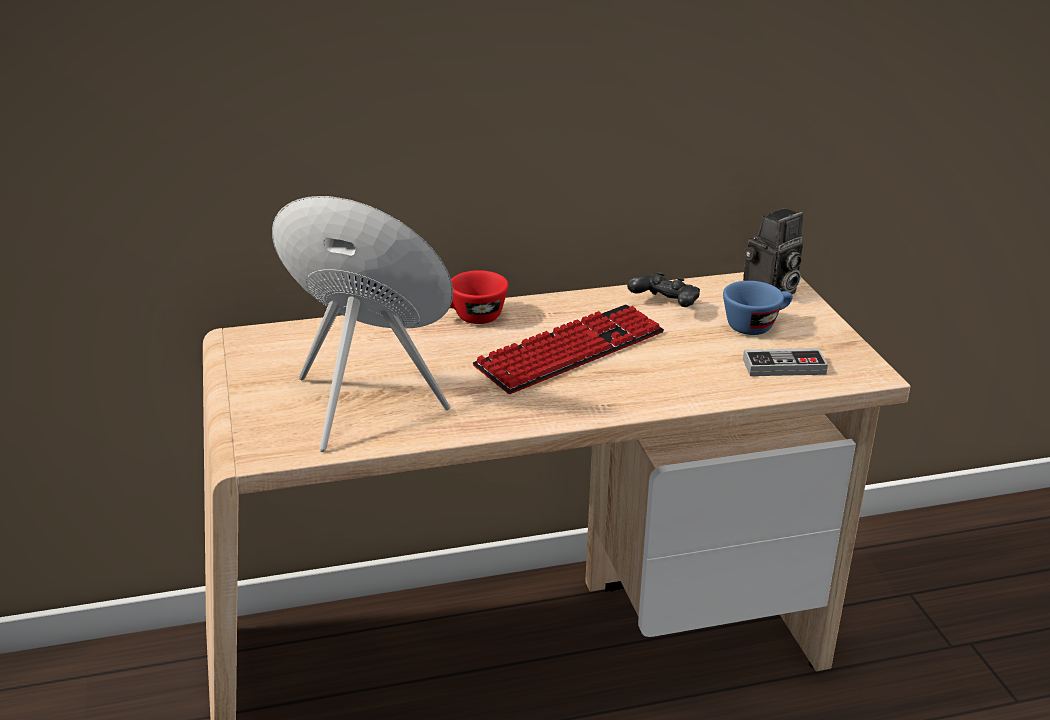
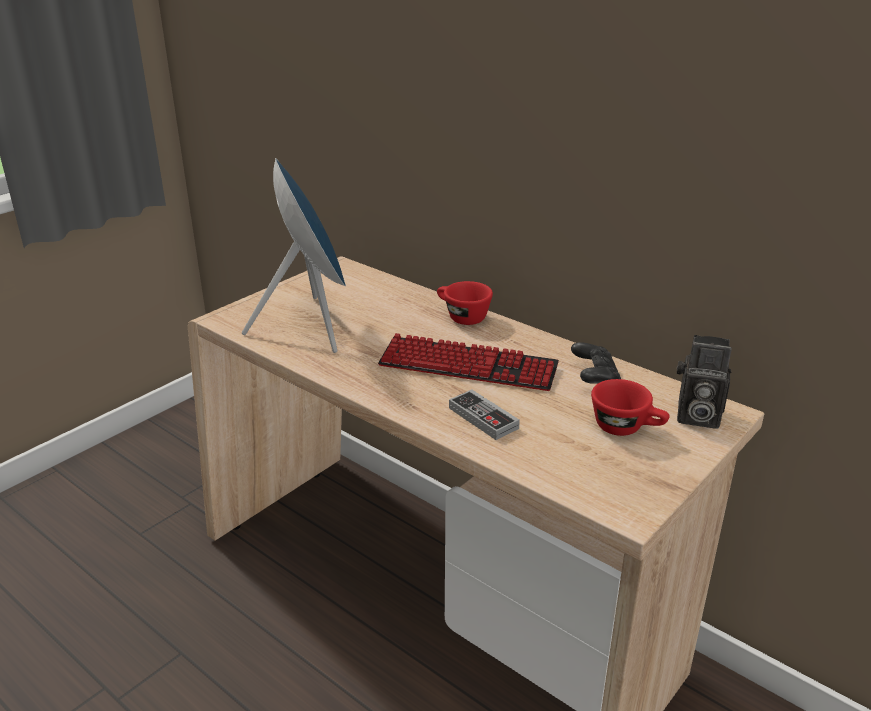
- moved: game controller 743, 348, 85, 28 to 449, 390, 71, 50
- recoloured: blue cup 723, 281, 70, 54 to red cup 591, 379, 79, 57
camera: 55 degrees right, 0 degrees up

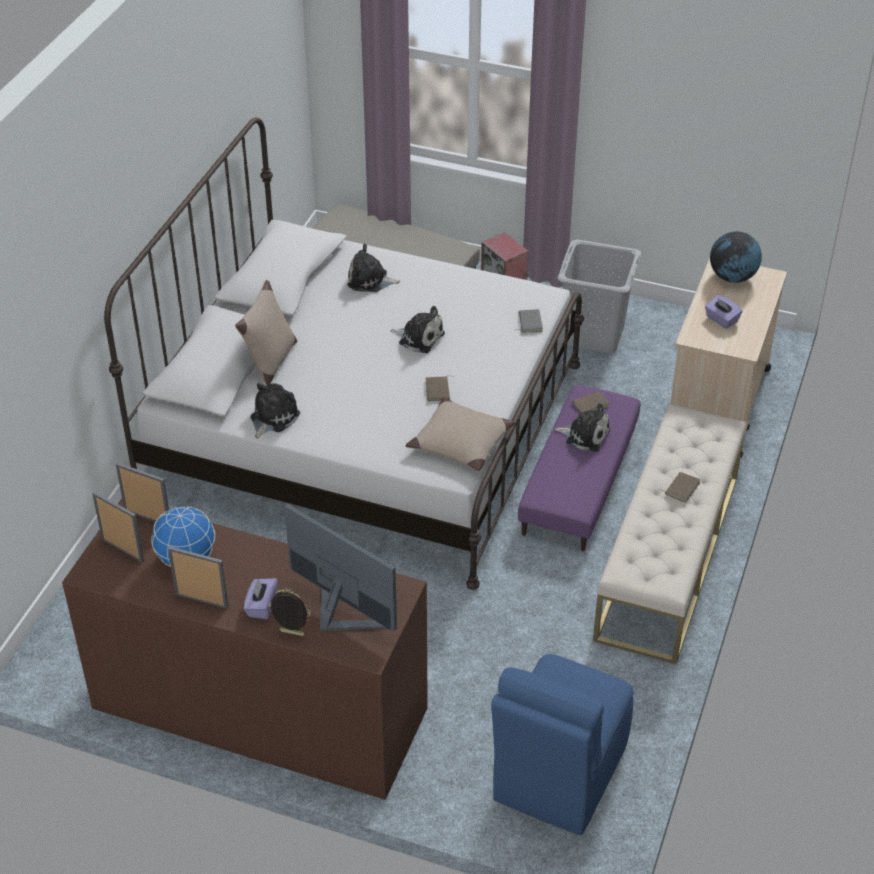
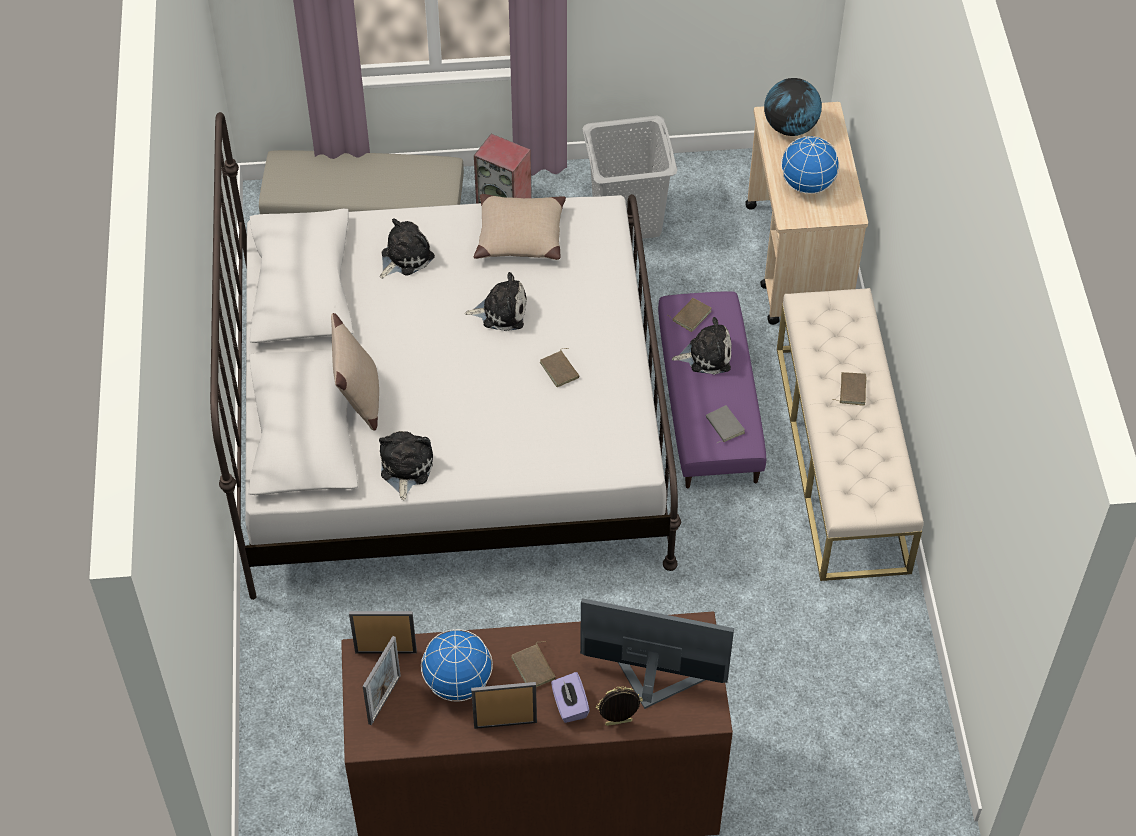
- turned: picture frame 92, 491, 52, 72 = 363, 636, 38, 89 105 degrees clockwise
- turned: plush toy 347, 244, 53, 48 = 380, 218, 55, 61 150 degrees clockwise
- moved: beige pillow 405, 397, 110, 74 to 474, 194, 92, 66
- added: brown book 511, 641, 45, 46
- moved: grey book 517, 309, 26, 24 to 706, 405, 39, 38
- replaced: purple tissue box 705, 295, 37, 34 to globe 781, 136, 59, 58
- removed: blue chair 491, 654, 143, 182
camera: 25 degrees left, 10 degrees up

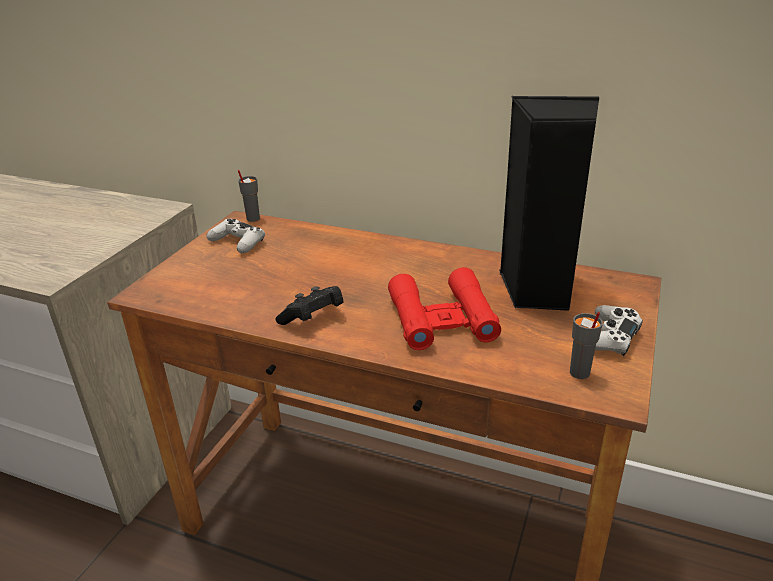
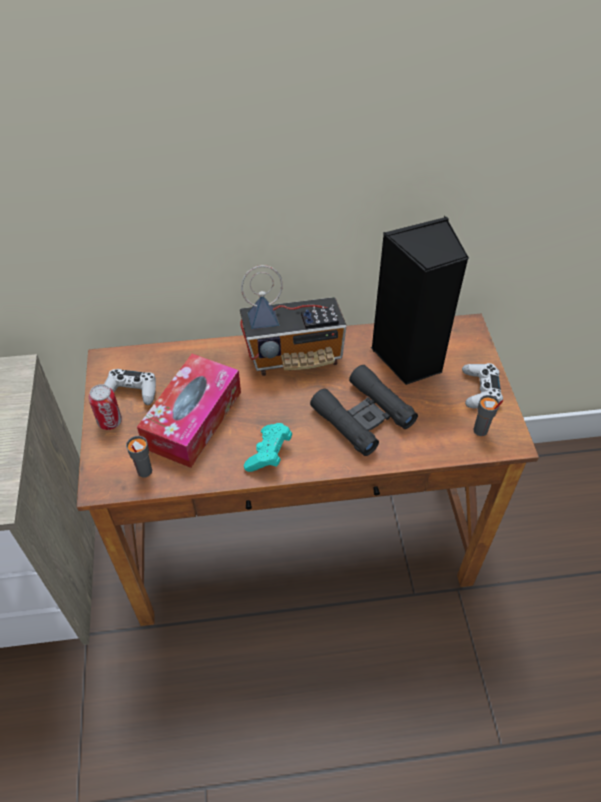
- added: can 88, 384, 34, 46
- moved: grey cup 238, 170, 22, 52 to 126, 436, 26, 42
- added: tissue box 137, 354, 104, 114
- added: radio 240, 265, 107, 111
- recoloured: black game controller 275, 286, 69, 39 to turquoise game controller 244, 423, 48, 49
- recoloured: red binoculars 388, 267, 113, 83 to black binoculars 310, 365, 108, 91
camera: 30 degrees left, 20 degrees up

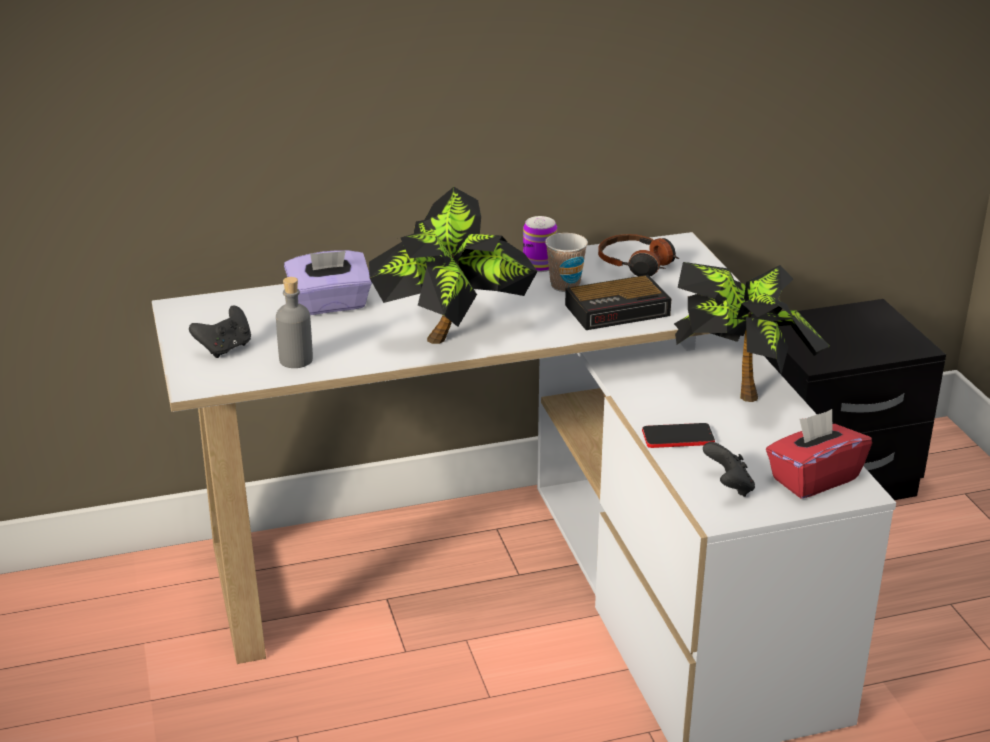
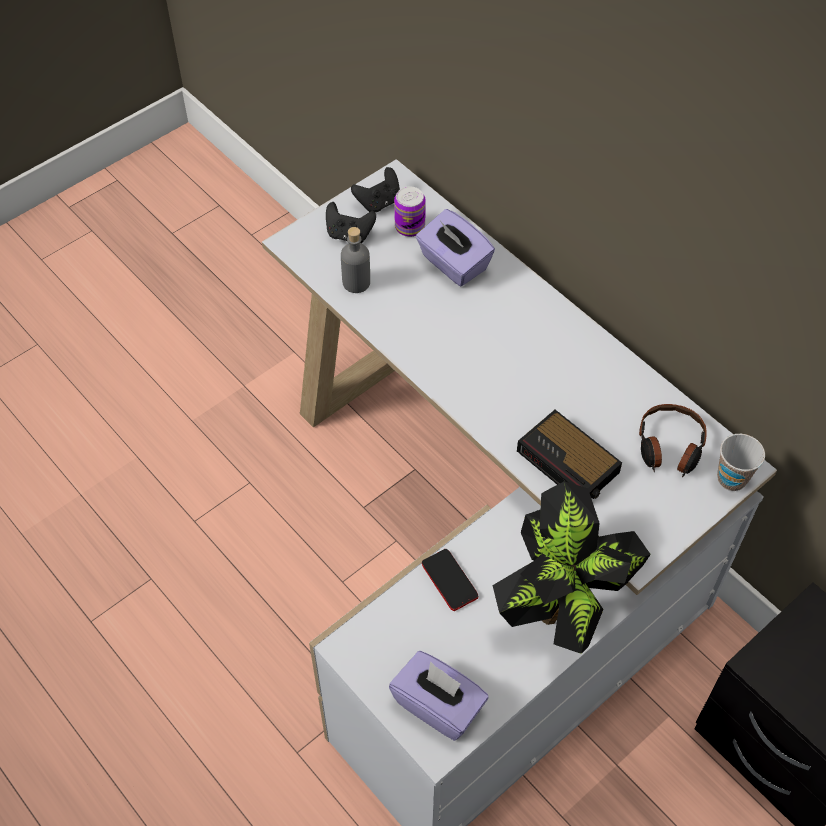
- moved: black game controller 703, 442, 52, 55 to 351, 167, 49, 45
- recoloured: red tissue box 766, 409, 106, 90 to purple tissue box 389, 651, 99, 90
- moved: can 523, 216, 34, 56 to 394, 186, 32, 51
- moved: cup 545, 233, 43, 59 to 717, 434, 48, 57
- removed: potted plant 369, 187, 169, 157
camera: 65 degrees right, 25 degrees up

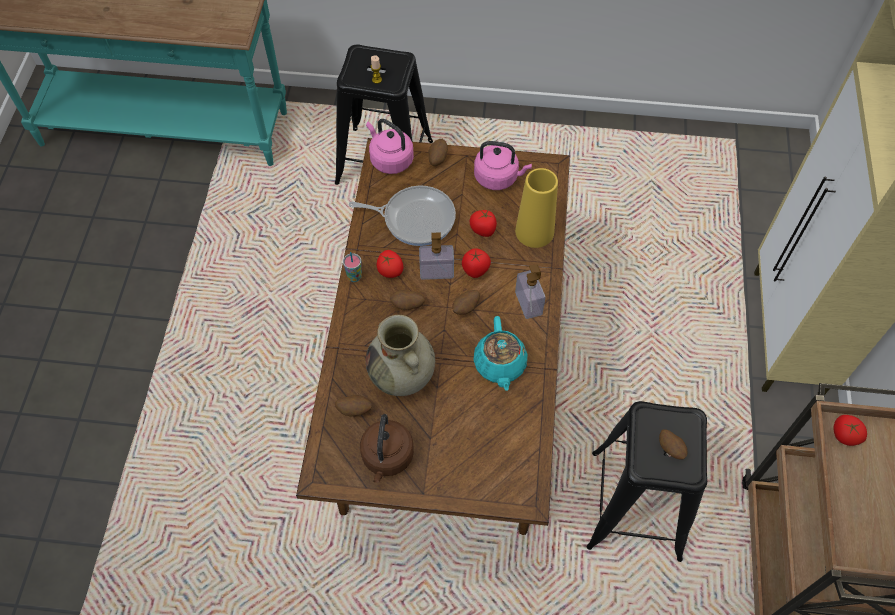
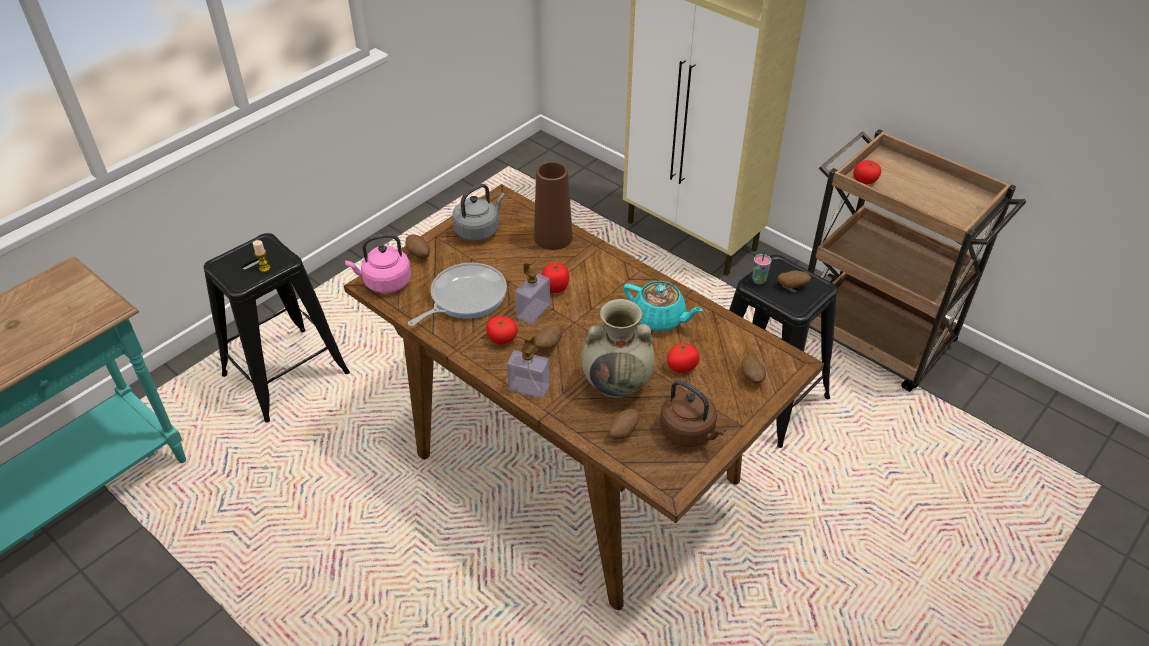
- recoloured: pink kettle 474, 141, 58, 49 to grey kettle 452, 184, 53, 57
- moved: soap dispenser 515, 265, 30, 54 to 507, 334, 43, 64
- recoloured: yellow vase 515, 168, 43, 80 to brown vase 534, 162, 39, 88
- moved: tomato 470, 209, 27, 28 to 667, 342, 32, 31
- moved: potato 452, 290, 28, 25 to 741, 354, 25, 30
- moved: cup 343, 252, 19, 30 to 752, 248, 20, 36
camera: 55 degrees left, 15 degrees down

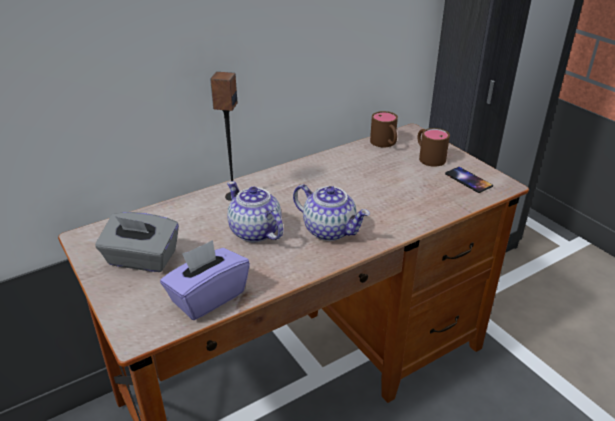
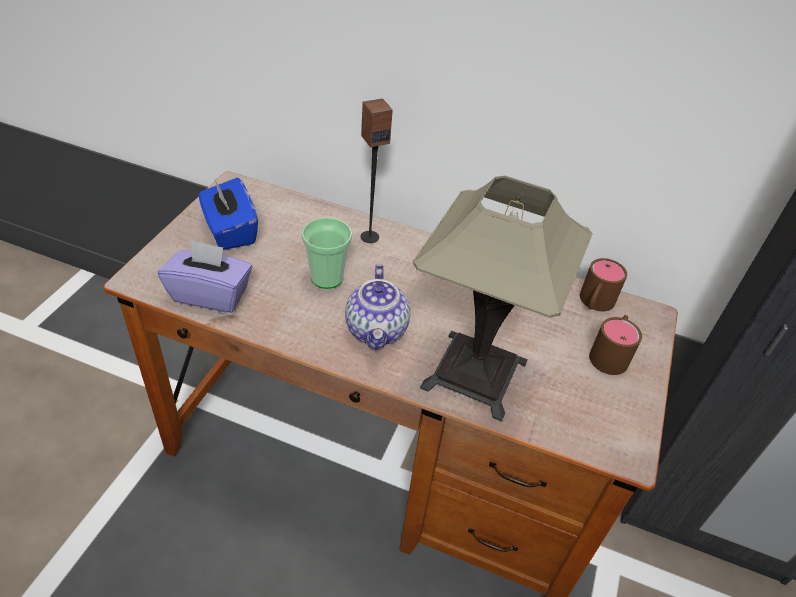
- recoloured: grey tissue box 95, 212, 84, 60 to blue tissue box 199, 178, 59, 72
- replaced: teapot 227, 181, 56, 61 to cup 302, 217, 50, 72
- added: table lamp 413, 175, 180, 247
- removed: phone 445, 167, 48, 26
camera: 50 degrees right, 10 degrees up

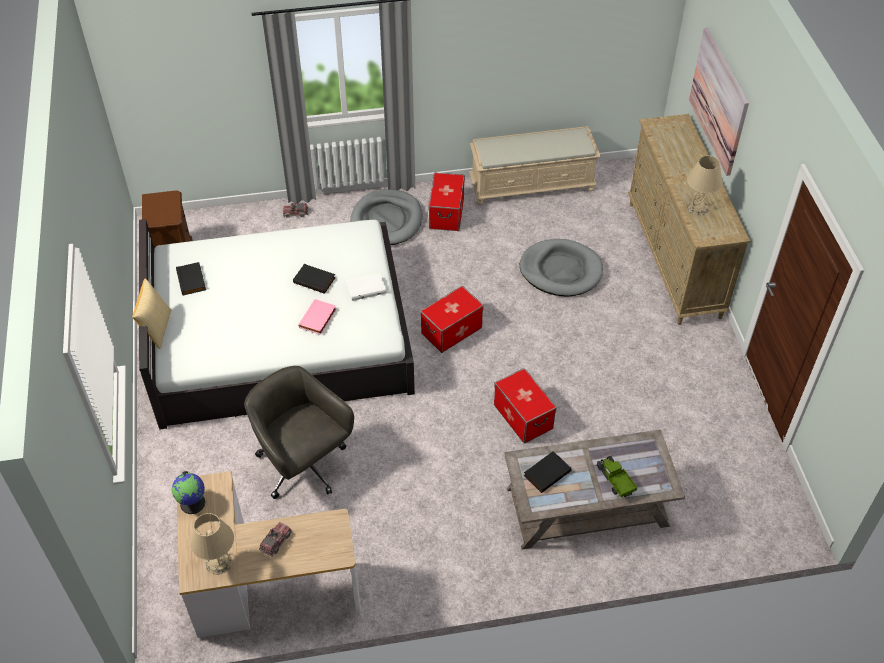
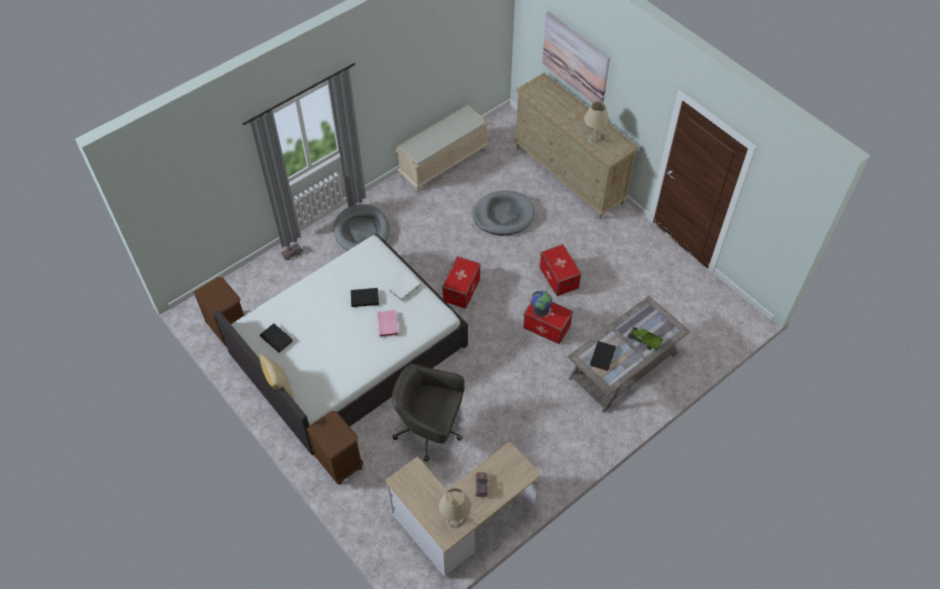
- added: brown nightstand 306, 411, 57, 74
- moved: globe 171, 471, 34, 43 to 532, 291, 20, 26
- moved: storage box 428, 173, 37, 58 to 540, 244, 42, 52
camera: 30 degrees left, 5 degrees up

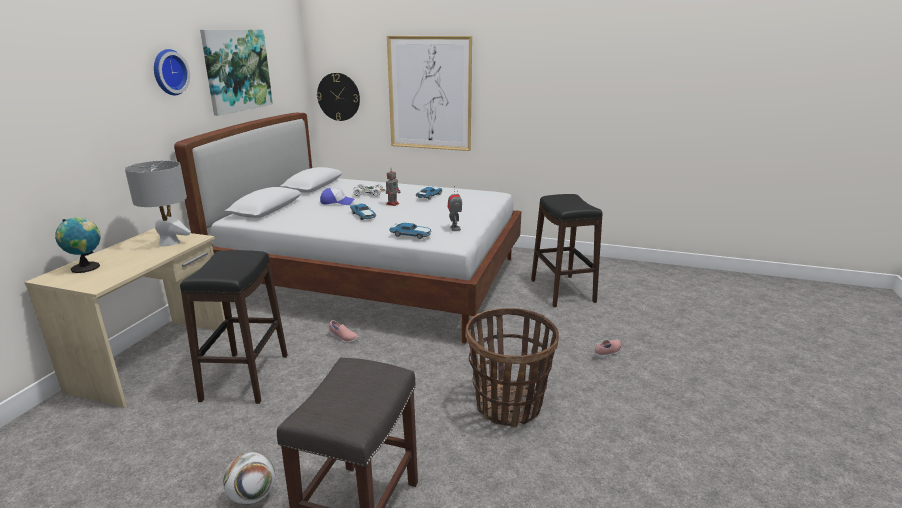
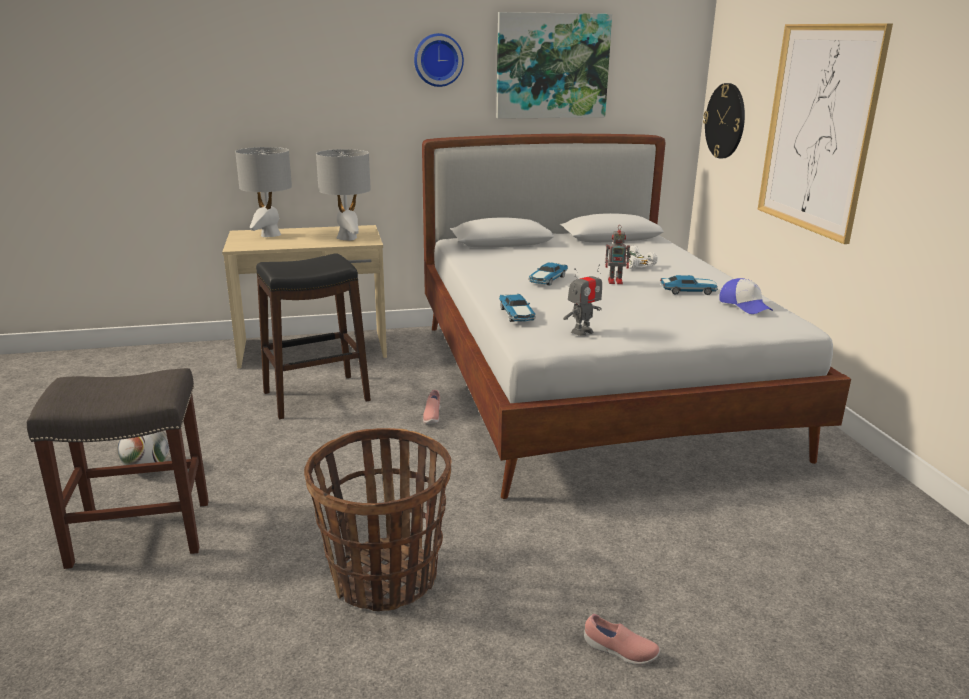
- replaced: globe 55, 217, 46, 56 to grey table lamp 235, 147, 57, 90
- moved: cap 320, 188, 35, 17 to 719, 278, 54, 36
- removed: black stool 531, 194, 72, 113
camera: 60 degrees right, 0 degrees up

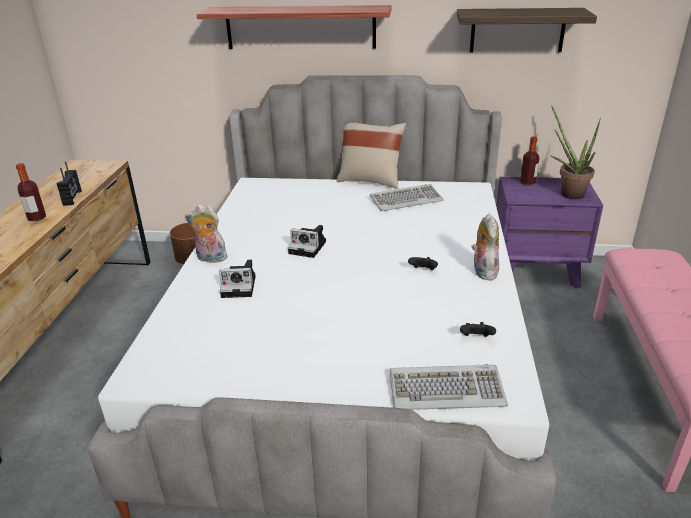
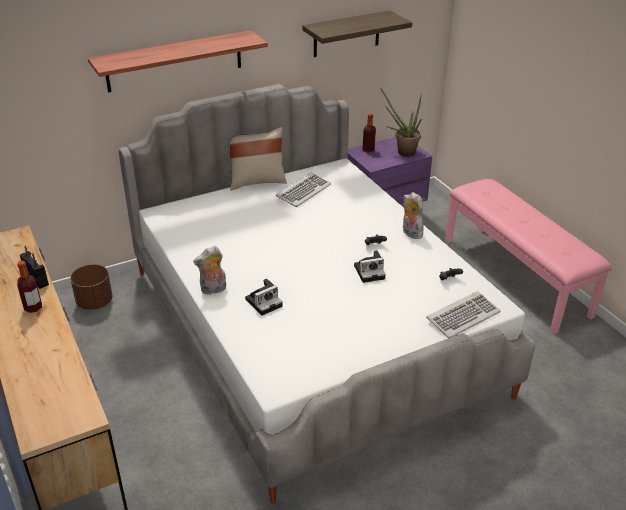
- moved: photo camera 288, 225, 38, 33 to 354, 250, 32, 33
camera: 35 degrees left, 5 degrees up

